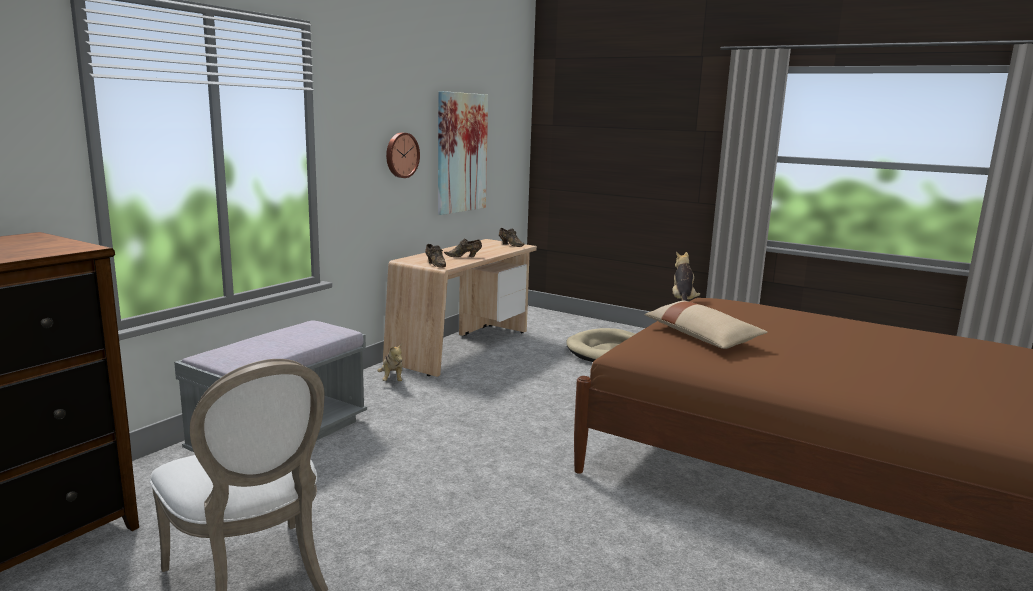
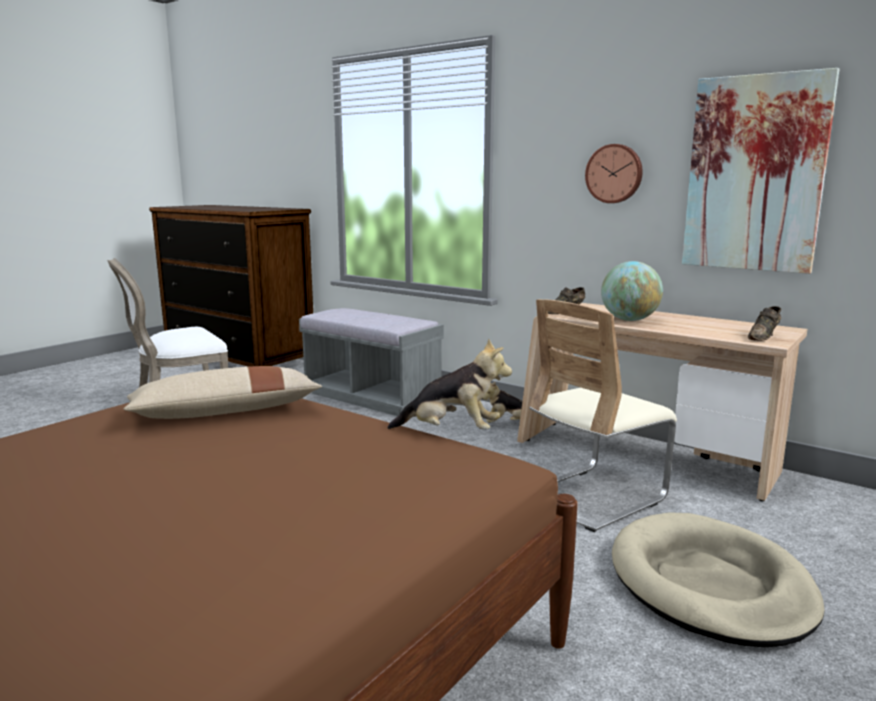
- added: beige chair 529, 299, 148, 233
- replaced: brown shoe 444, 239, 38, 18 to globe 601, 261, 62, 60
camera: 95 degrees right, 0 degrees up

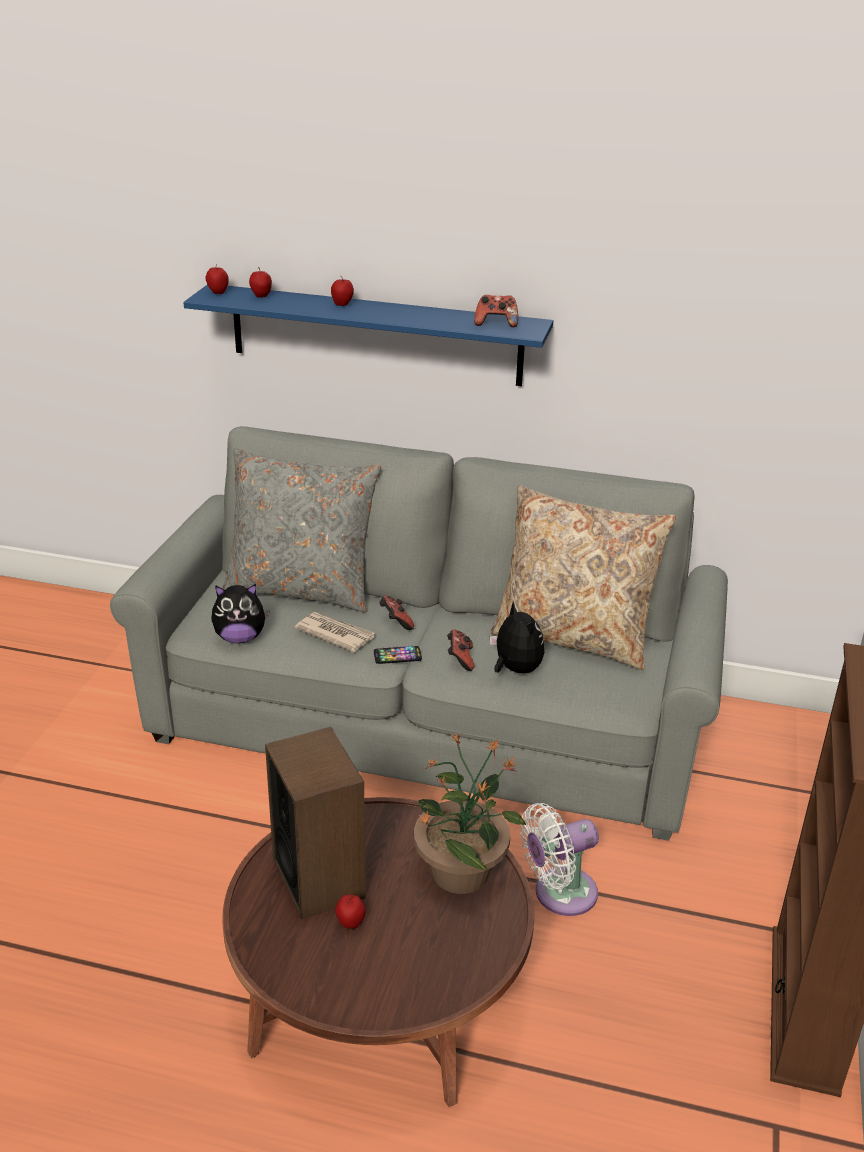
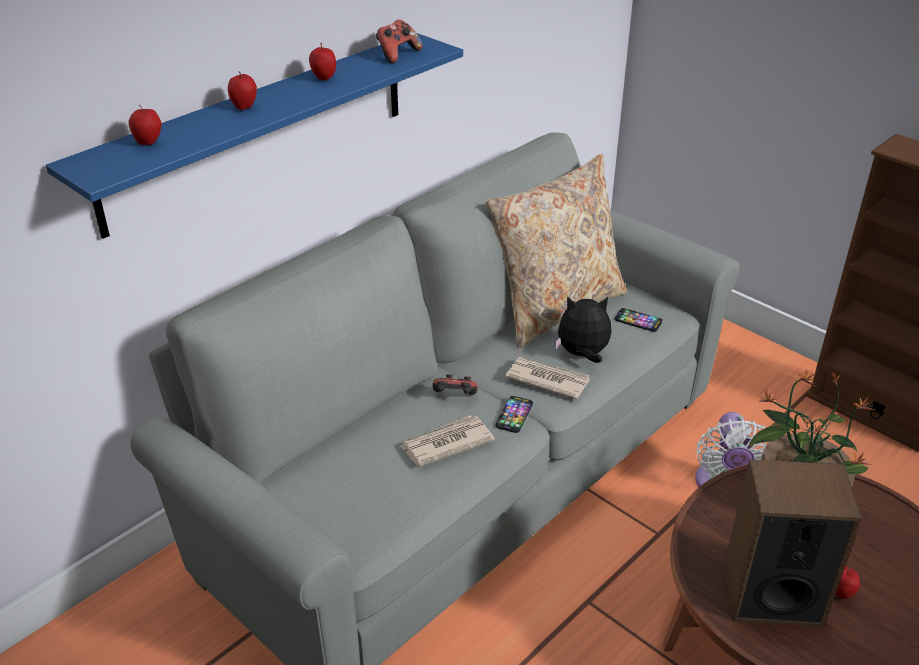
- moved: apple 205, 264, 24, 30 to 309, 43, 27, 37
- replaced: game controller 447, 630, 27, 41 to newspaper 505, 357, 85, 42
- added: phone 615, 308, 47, 24
- removed: plush toy 211, 584, 59, 59
- removed: grey pillow 222, 448, 159, 164
camera: 60 degrees left, 5 degrees up

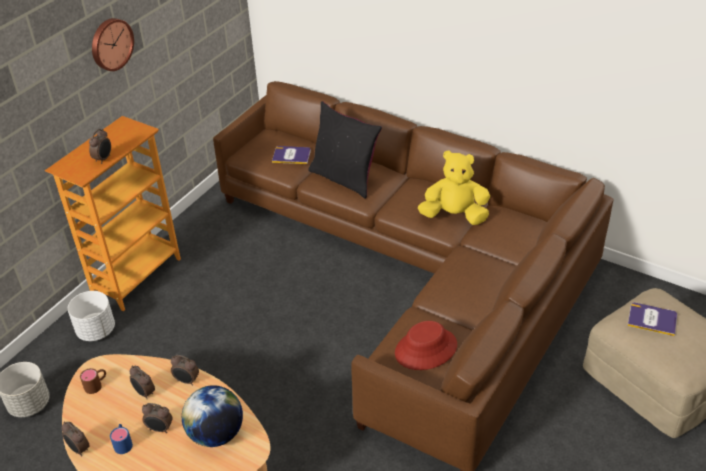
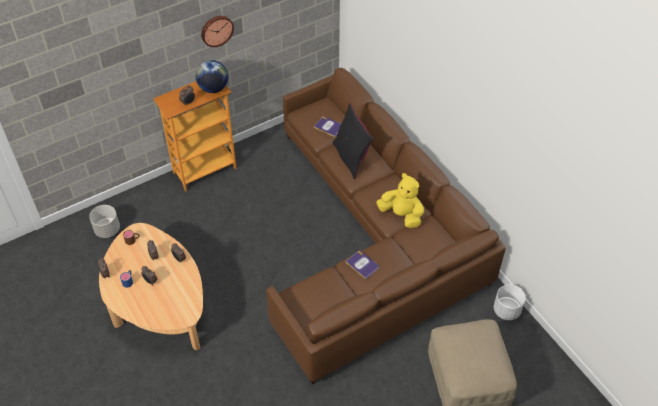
- moved: globe 182, 385, 61, 62 to 196, 60, 32, 33
- moved: book 628, 303, 49, 33 to 345, 251, 34, 28
- moved: white planter 68, 291, 47, 50 to 494, 285, 31, 35
- removed: red hat 395, 321, 62, 49
camera: 25 degrees right, 10 degrees up

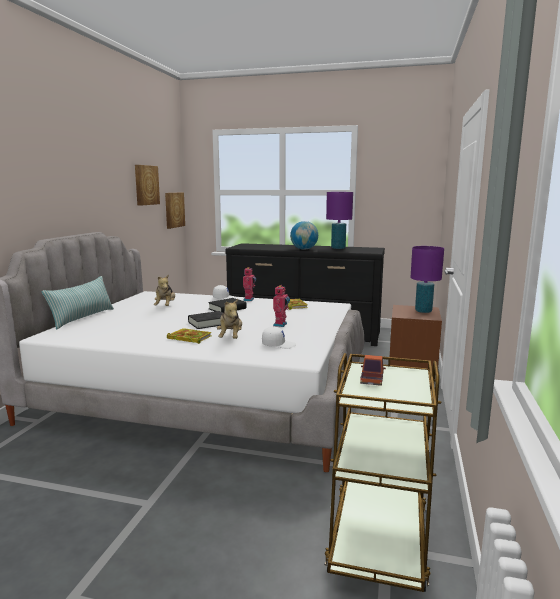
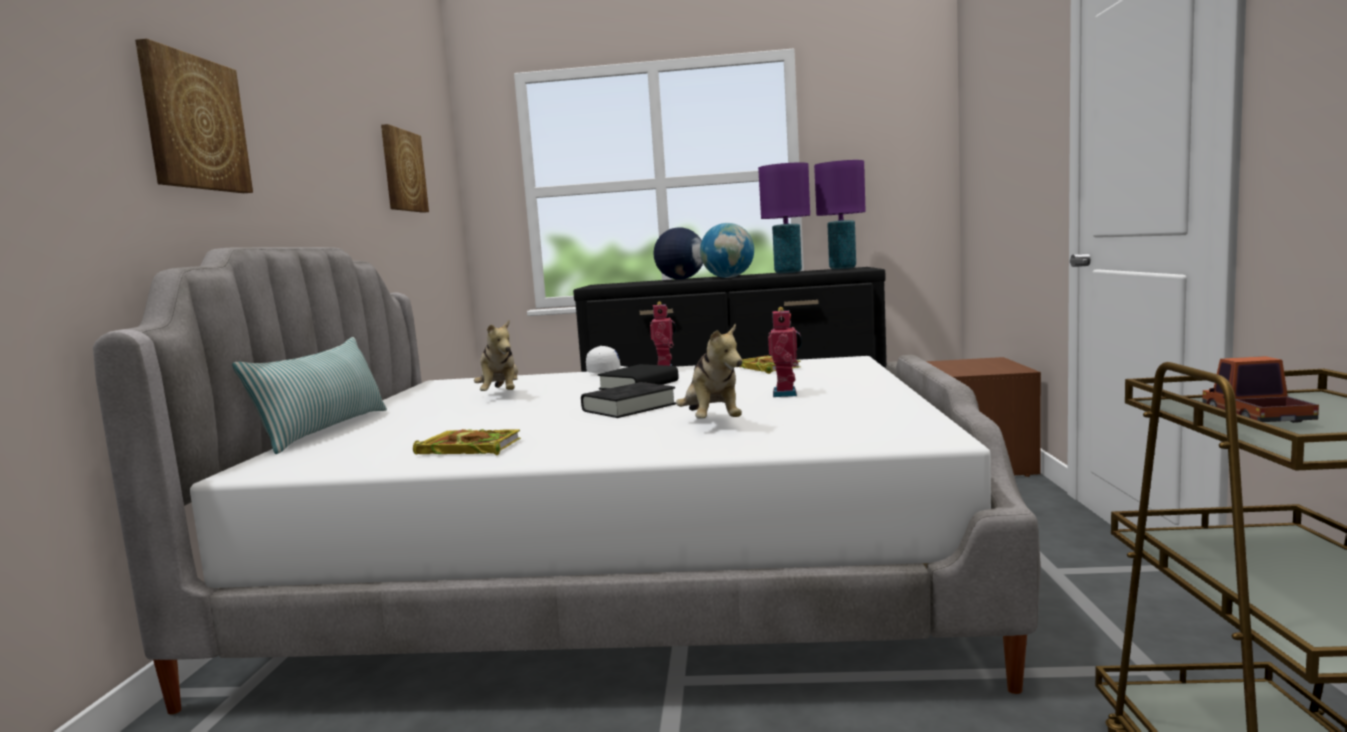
- moved: picture 165, 192, 20, 37 to 135, 39, 118, 154
- moved: book 167, 328, 45, 16 to 413, 429, 108, 26
- added: globe 654, 227, 49, 53
- moved: purple table lamp 410, 246, 34, 67 to 814, 160, 52, 109
- removed: white cap 262, 326, 34, 23
camera: 10 degrees left, 5 degrees down

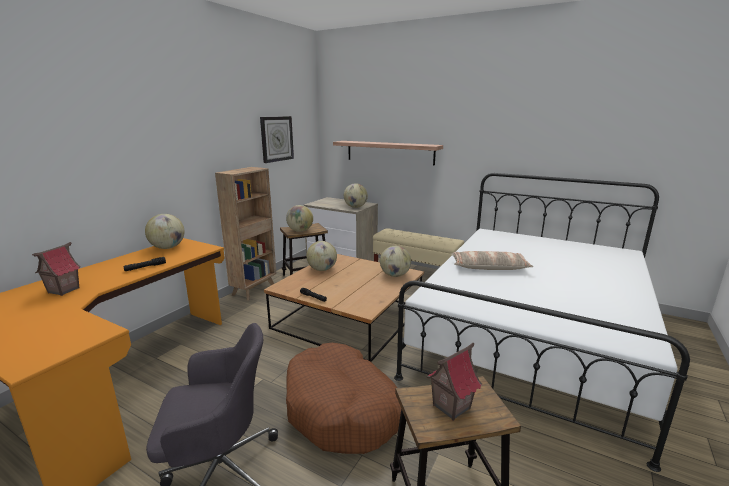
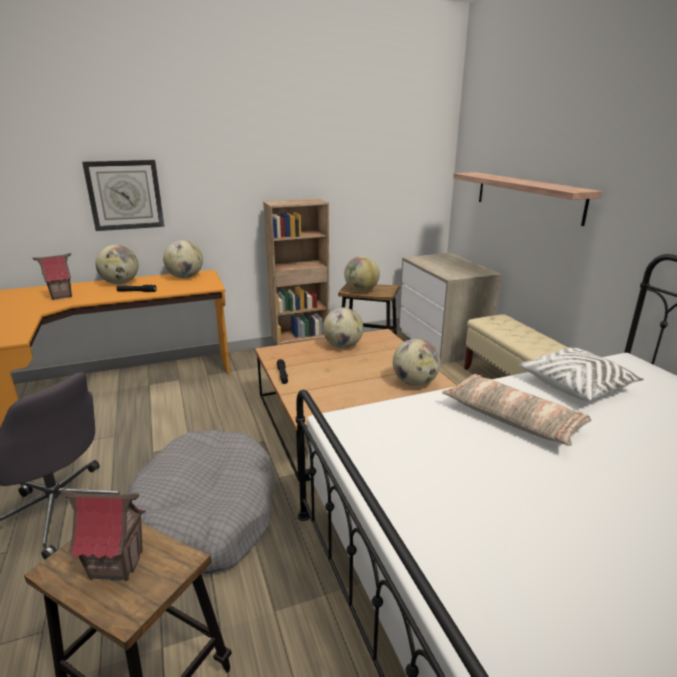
- moved: wall clock 260, 116, 34, 47 to 82, 160, 83, 71
- moved: globe 344, 183, 24, 25 to 95, 245, 43, 39
- recoloured: brown dog bed 286, 343, 115, 111 to grey dog bed 128, 430, 147, 144
- added: white pillow 519, 348, 125, 53
camera: 40 degrees right, 5 degrees up

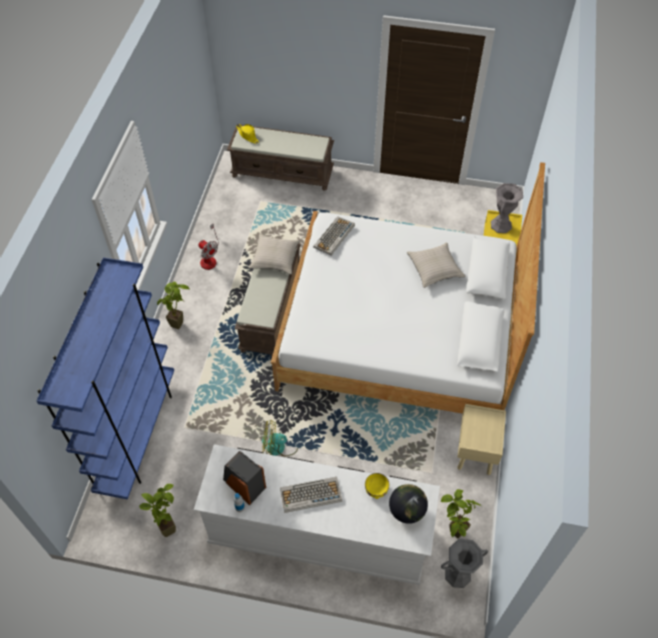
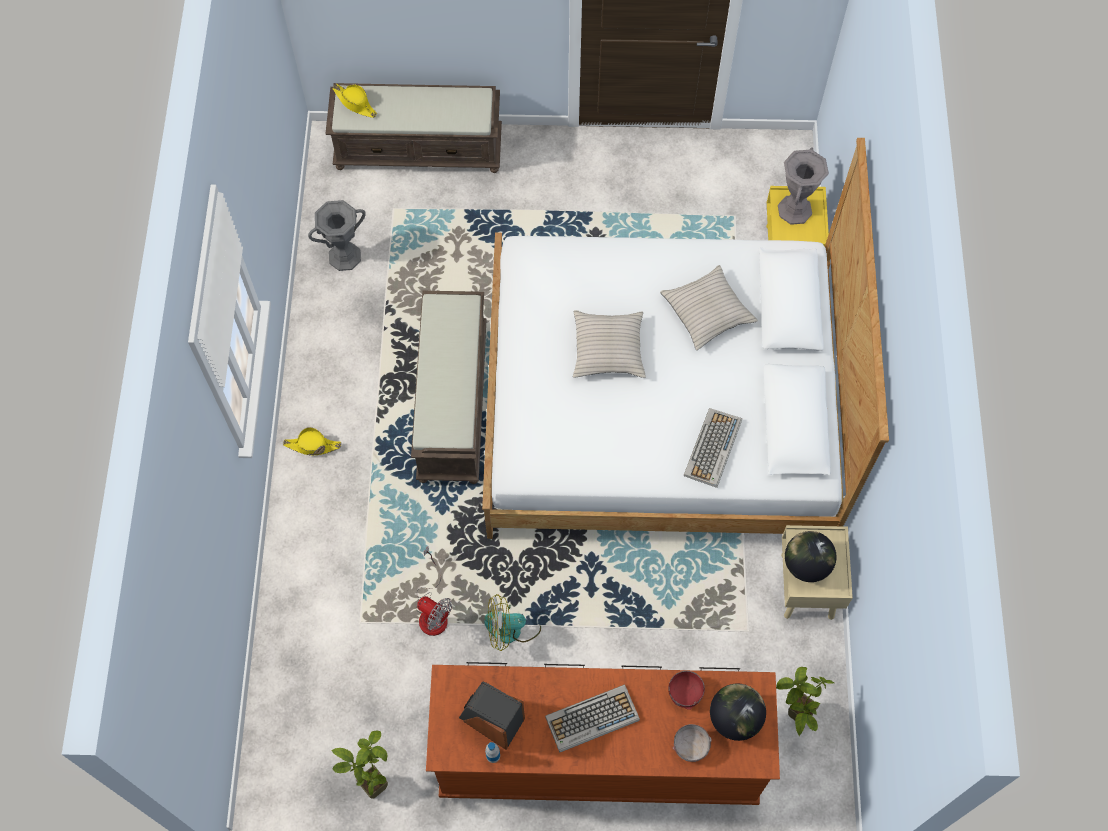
- replaced: potted plant 157, 282, 33, 47 to yellow hat 283, 427, 58, 28
- moved: grey vase 441, 539, 47, 49 to 308, 200, 58, 71
- moved: fan 198, 224, 21, 46 to 416, 546, 36, 90
- recoloured: white dresser 194, 444, 246, 141 to brown dresser 426, 662, 354, 143
- moved: beige pillow 249, 234, 51, 40 to 573, 310, 73, 68
- recoloured: yellow bowl 365, 473, 24, 26 to red bowl 669, 671, 36, 39
- added: grey bowl 673, 724, 38, 38
- moved: keyboard 313, 216, 42, 40 to 684, 408, 58, 80
- added: globe 785, 531, 52, 51
- removed: blue bookcase 36, 257, 138, 243
camera: 10 degrees left, 10 degrees up

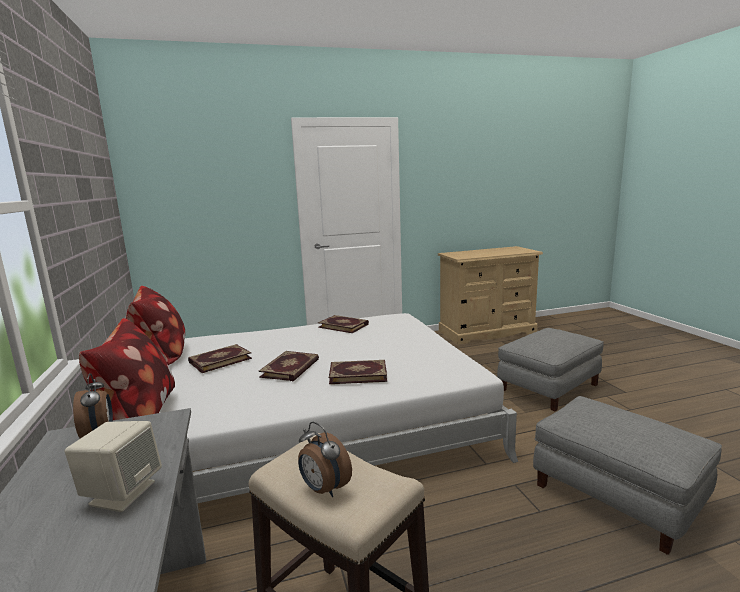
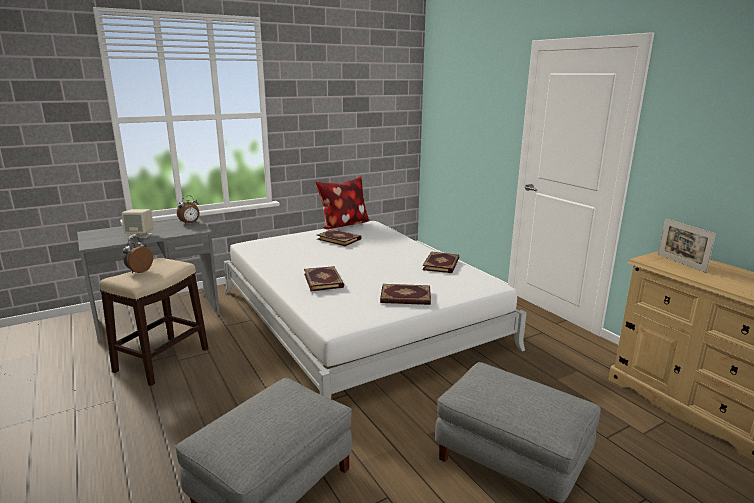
- moved: book 259, 351, 60, 30 to 380, 284, 51, 21
- added: picture frame 658, 219, 58, 54
- removed: pillow 79, 318, 96, 102
camera: 75 degrees right, 5 degrees up

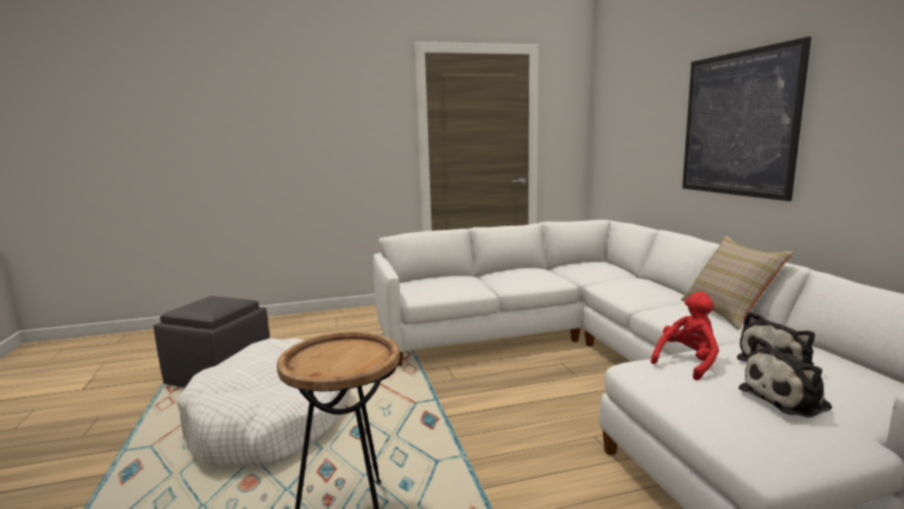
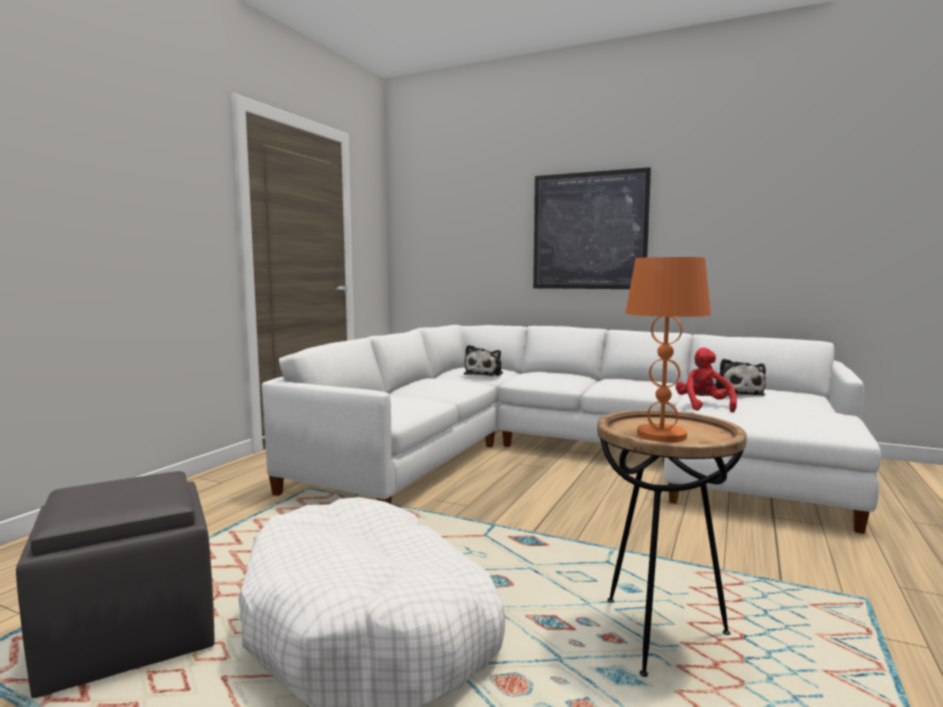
- moved: plush toy 739, 337, 93, 81 to 464, 345, 39, 31
- added: orange table lamp 625, 257, 86, 185
- removed: beige pillow 681, 235, 113, 95
camera: 50 degrees left, 5 degrees down

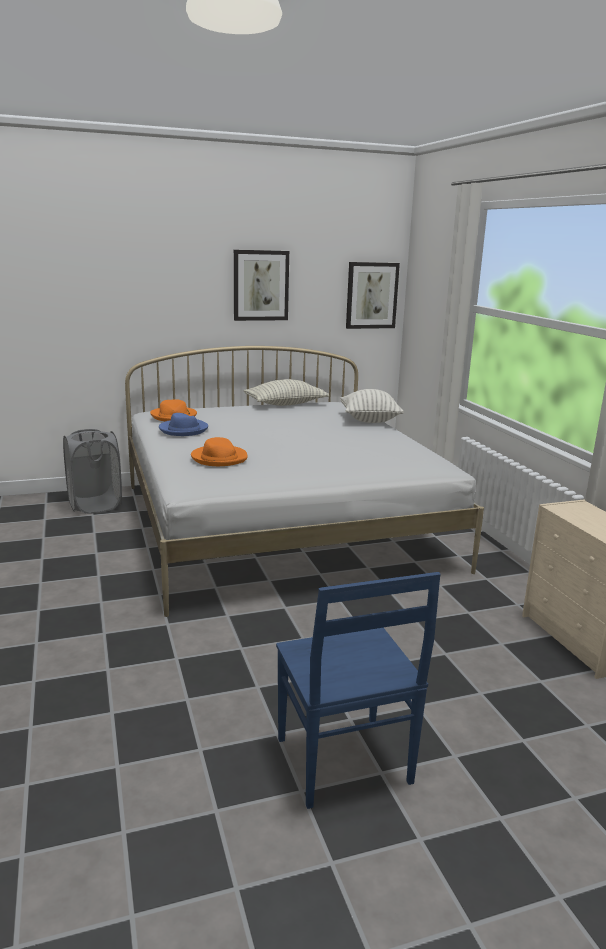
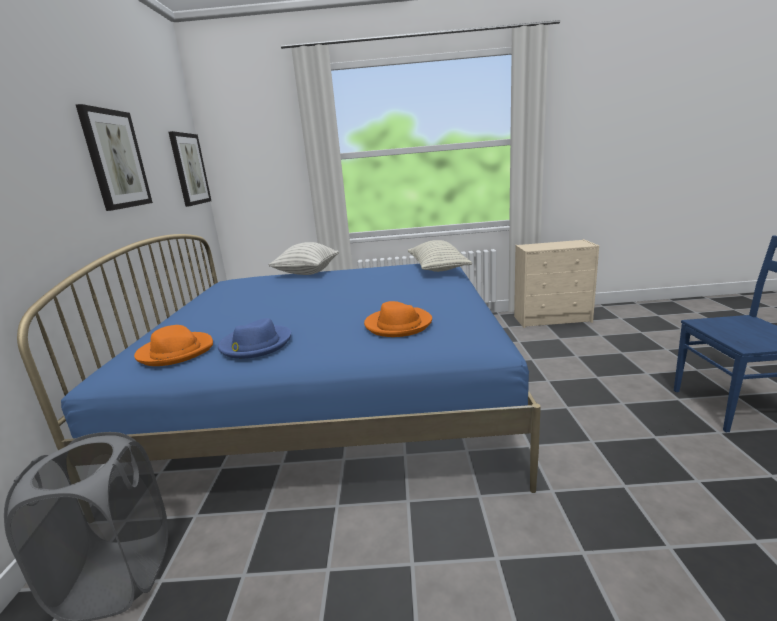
- recoloured: white bed 125, 346, 359, 271 to blue bed 17, 234, 524, 259
- moved: pillow 244, 379, 85, 27 to 408, 240, 64, 32
camera: 70 degrees left, 0 degrees up

